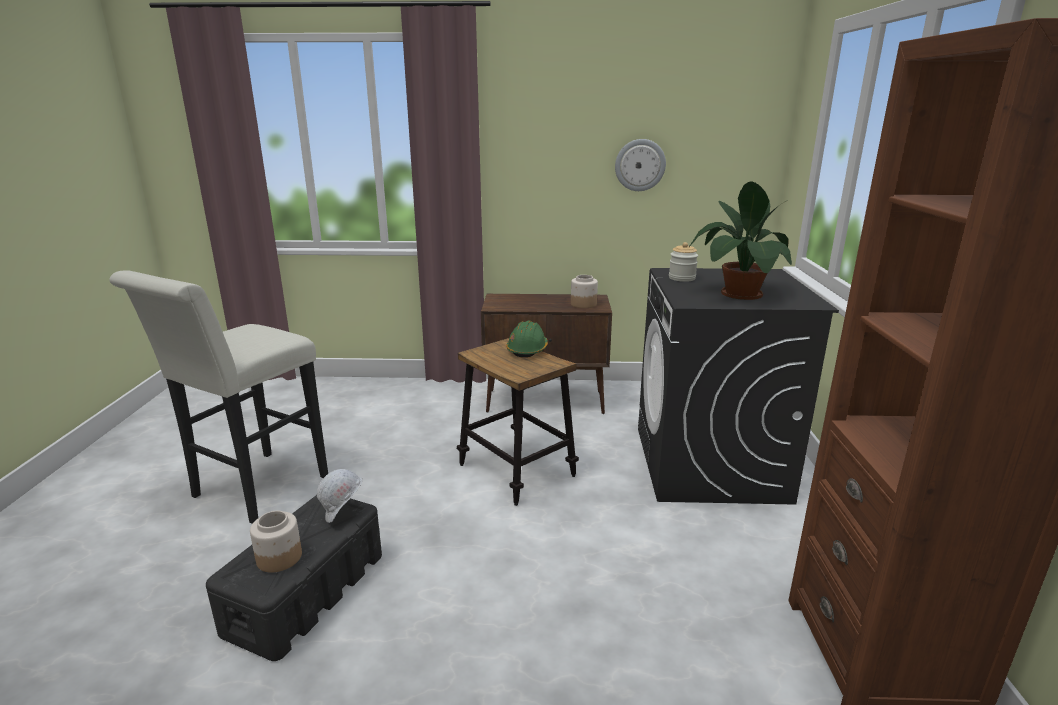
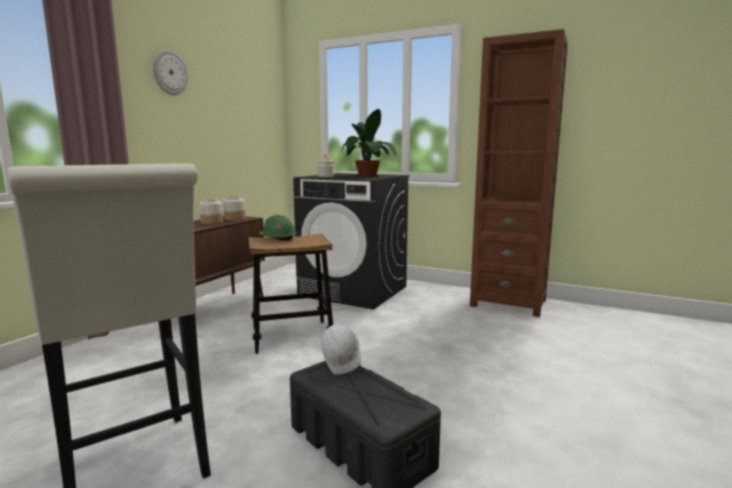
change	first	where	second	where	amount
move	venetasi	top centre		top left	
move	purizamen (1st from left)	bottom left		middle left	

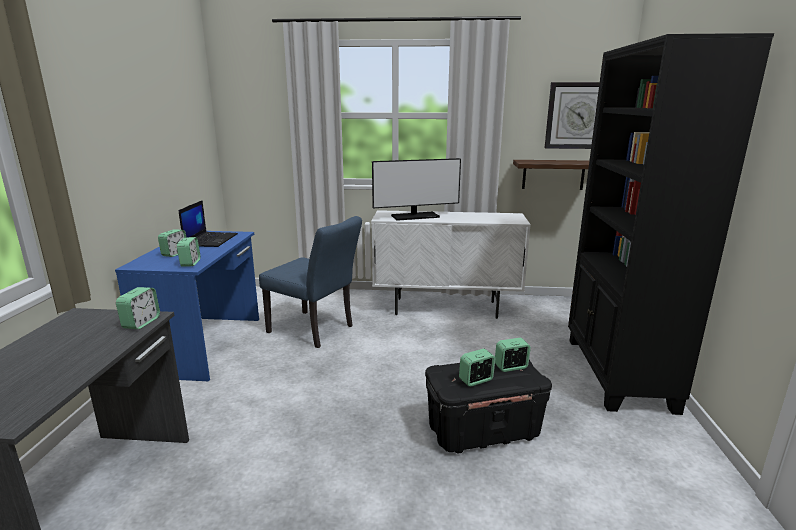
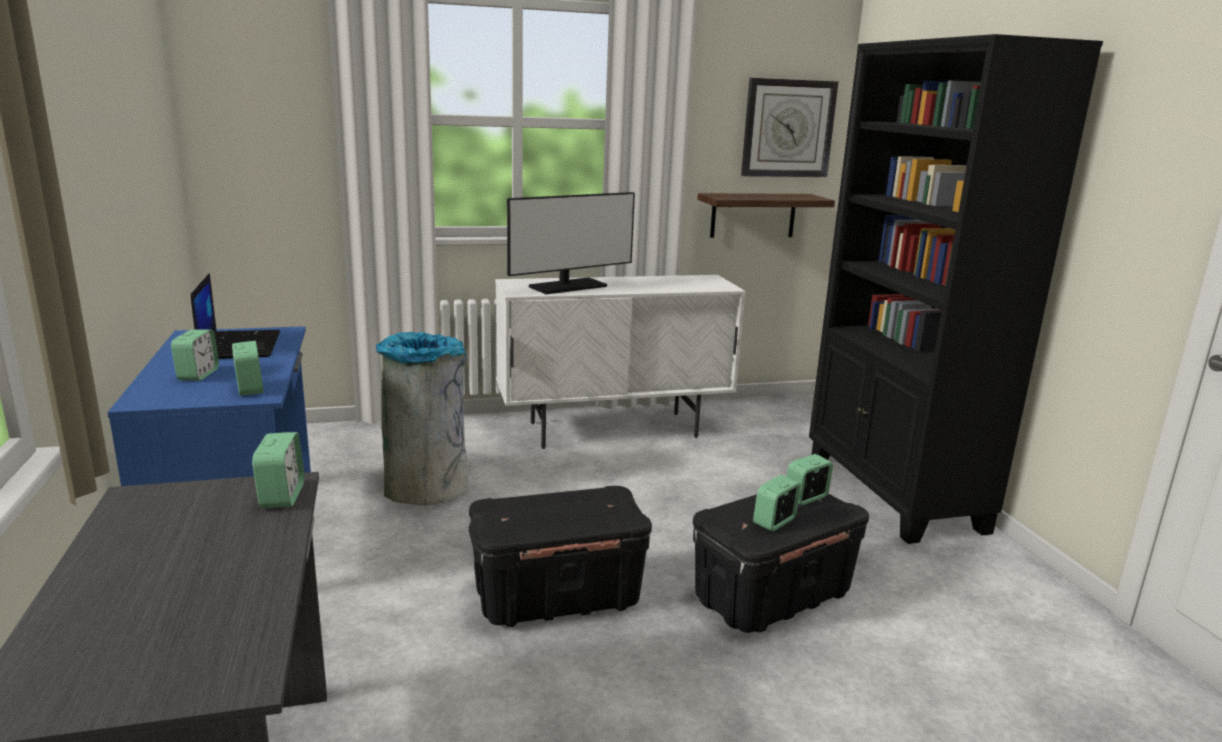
change	first	where	second	where	amount
replace	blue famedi	centre	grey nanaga	centre	
insert			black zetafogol (1st from left)	bottom centre	

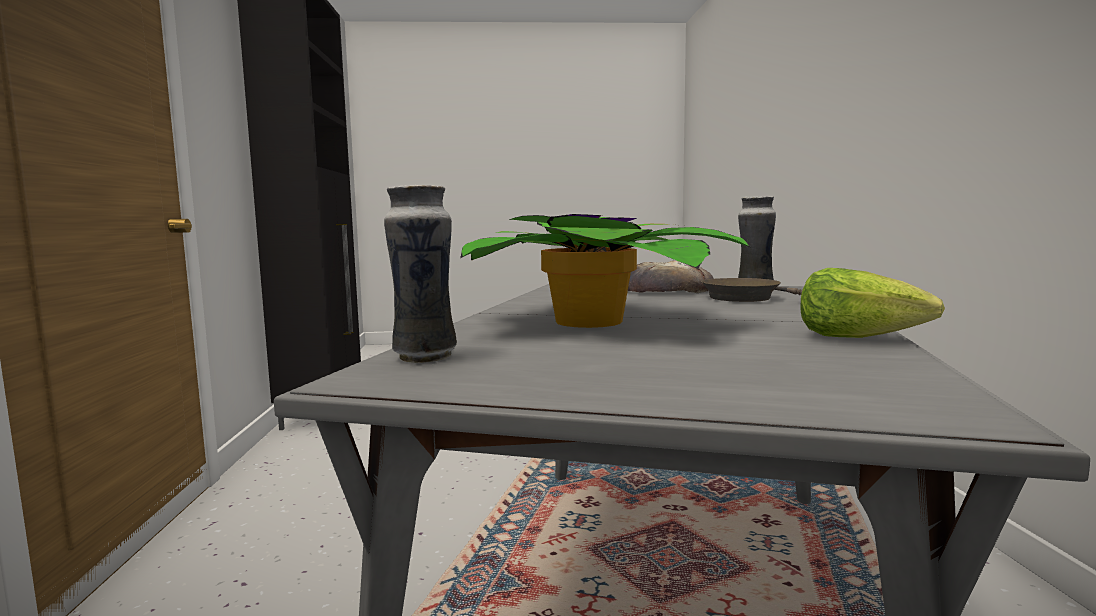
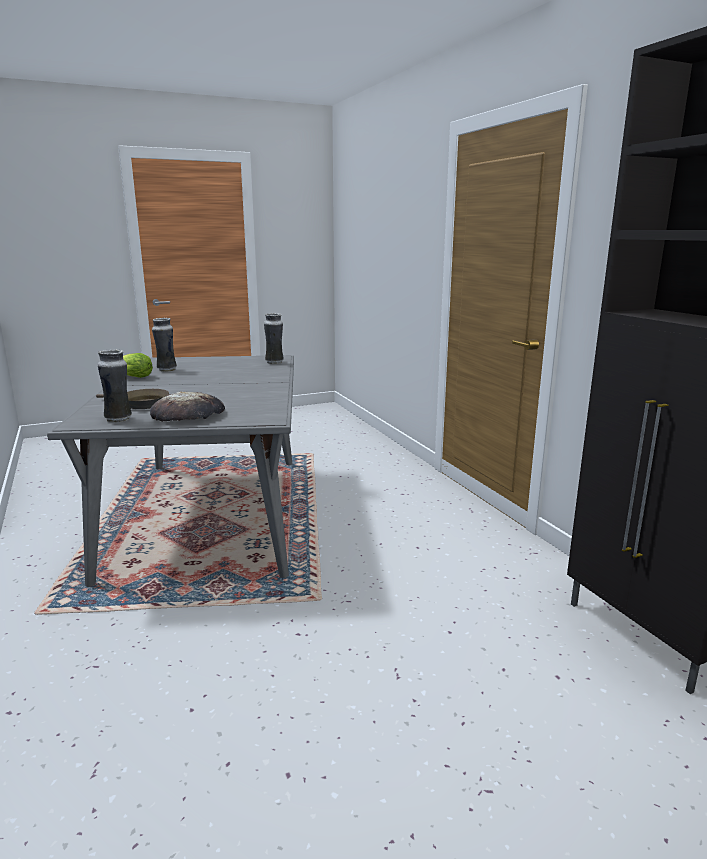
change	first	where	second	where	amount
insert			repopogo (2nd from left)	middle left	
delete	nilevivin	centre			

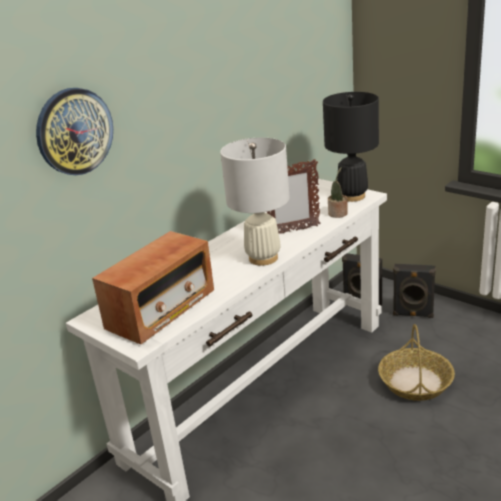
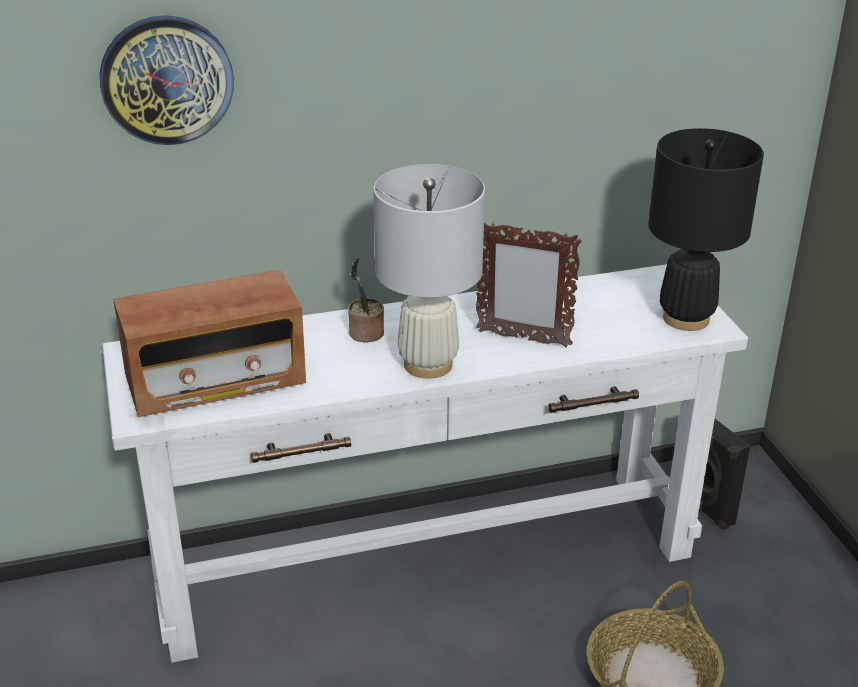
change	first	where	second	where	amount
move	nilevivin	middle right		centre	
delete	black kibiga (2nd from left)	middle right			

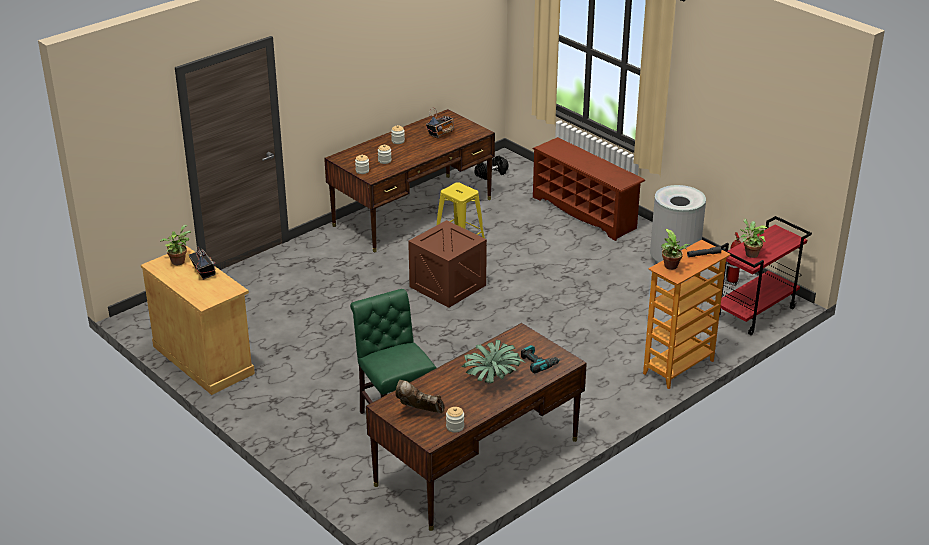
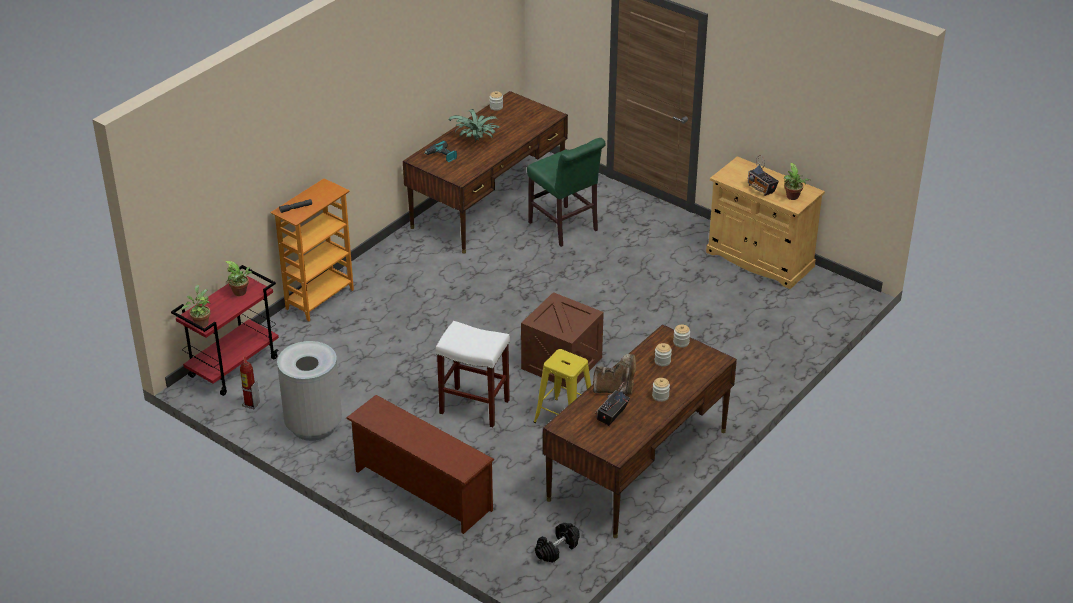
change	first	where	second	where	amount
move	nilevivin (3rd from left in the first image)	middle right	nilevivin (1st from left)	middle left	
insert			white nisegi	centre	
move	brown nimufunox	bottom centre		centre	

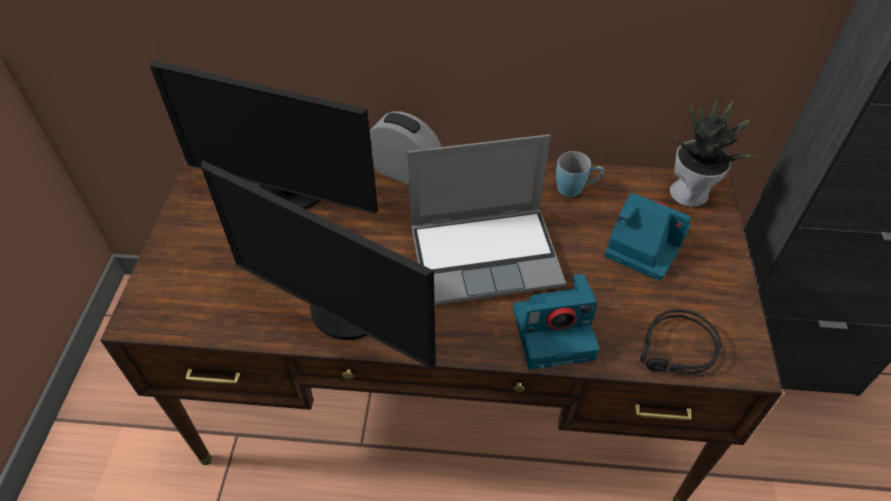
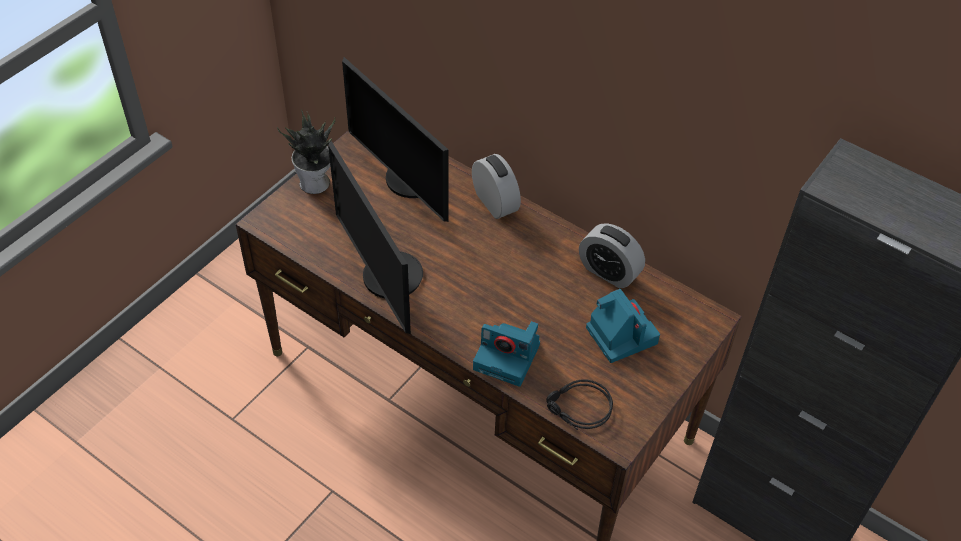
change	first	where	second	where	amount
move	nilevivin	top right		top left	
replace	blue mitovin	centre	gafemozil (2nd from left)	centre	
delete	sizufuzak	centre			

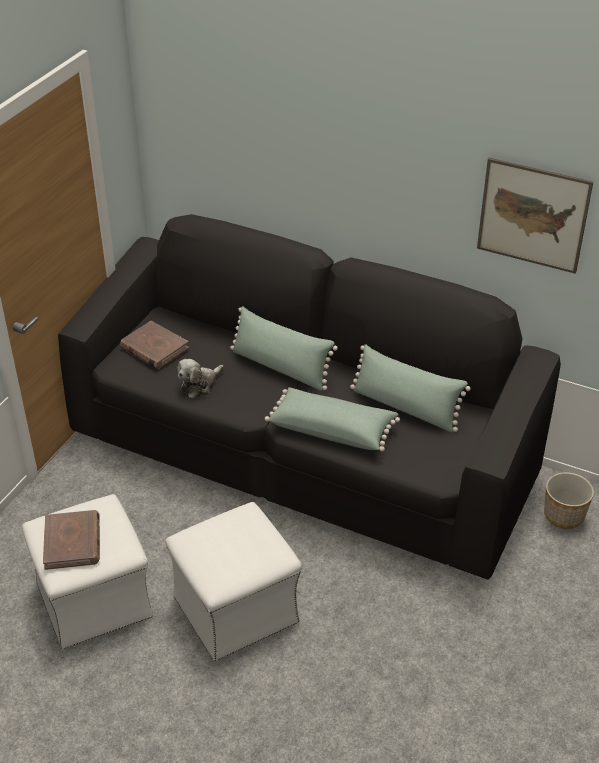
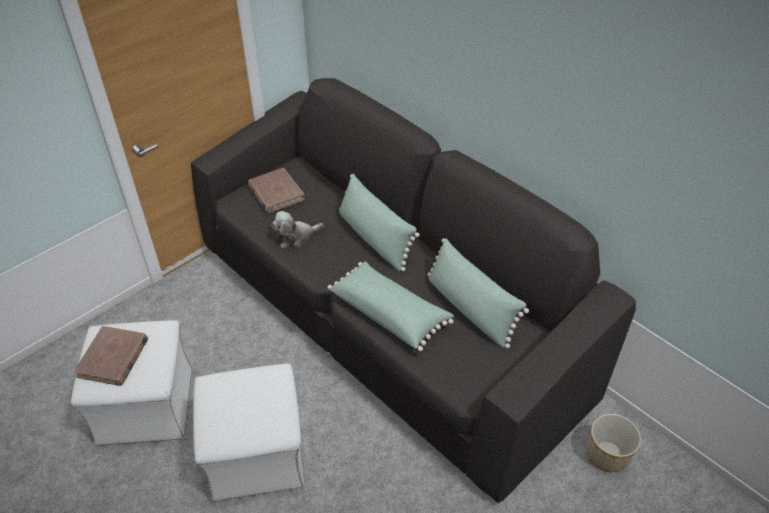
change	first	where	second	where	amount
delete	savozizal	top right			

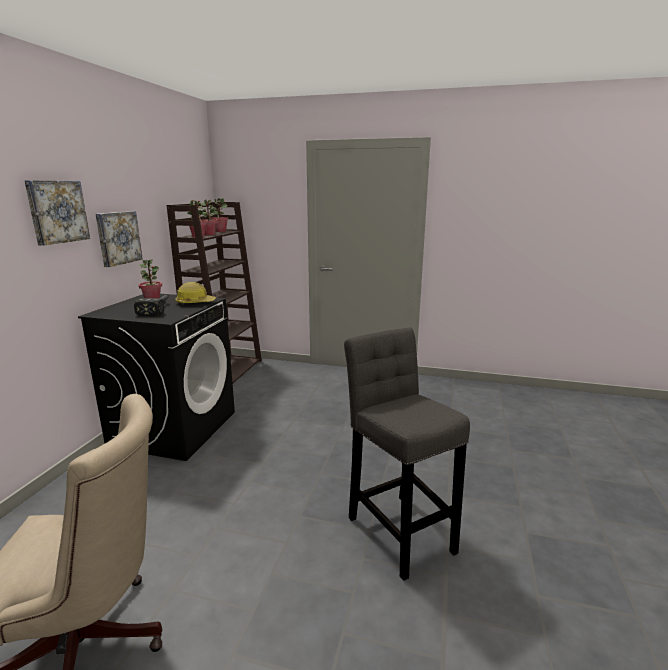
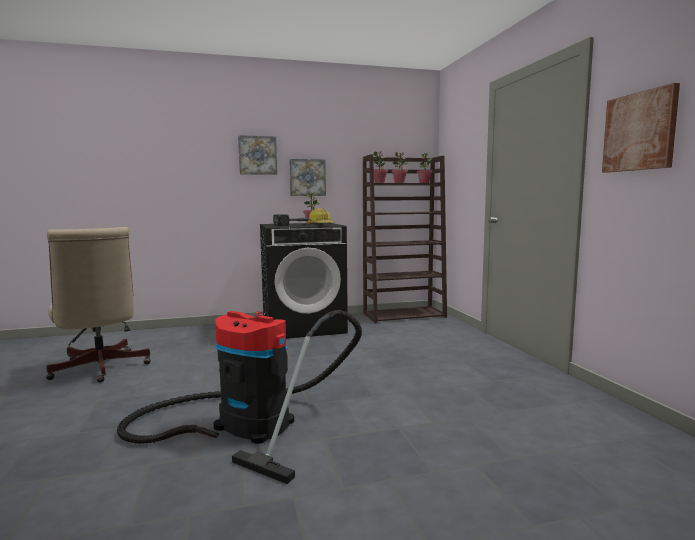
change	first	where	second	where	amount
replace	grey nisegi	bottom centre	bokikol	bottom centre	
insert			savozizal (3rd from left)	top right	

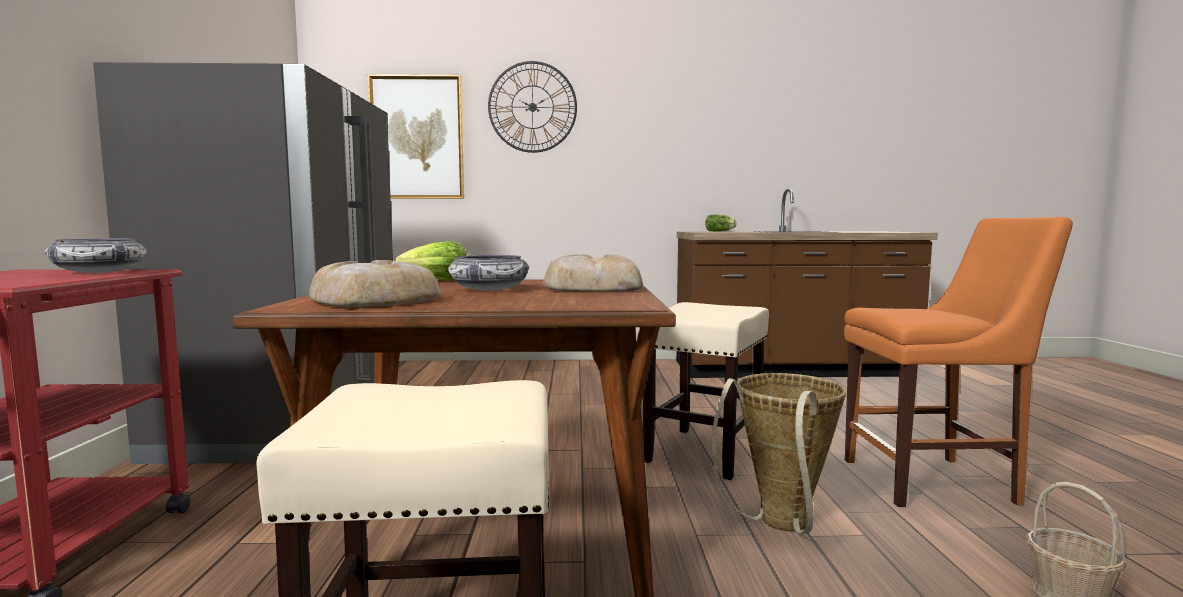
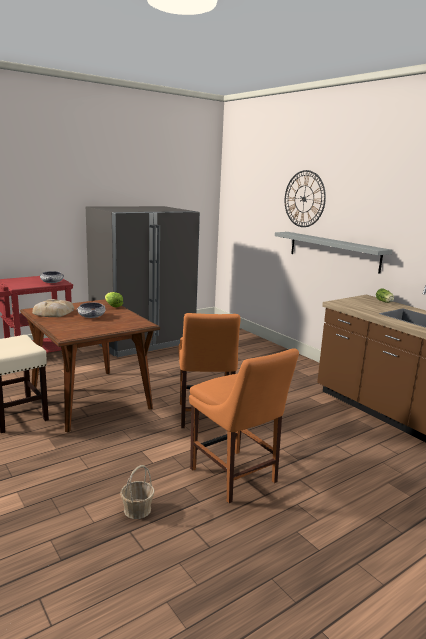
change	first	where	second	where	amount
replace	beige nisegi (2nd from left)	centre	orange famedi (1st from left)	centre	
insert			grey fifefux	middle right	
delete	savozizal	top centre			
delete	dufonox (2nd from left)	centre			
delete	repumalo (1st from left)	bottom centre			

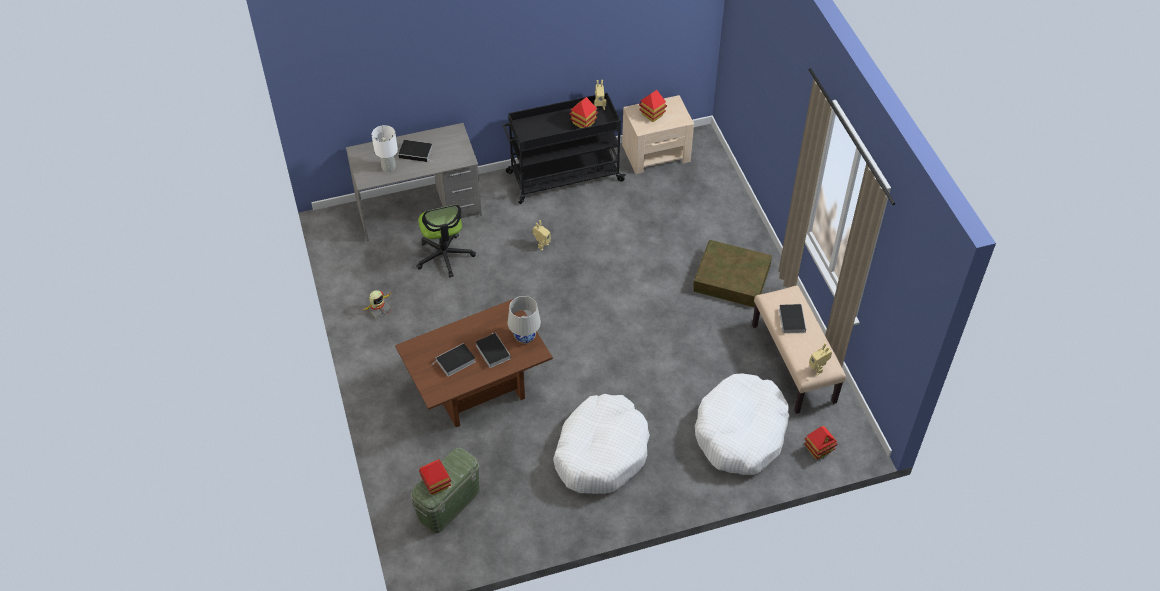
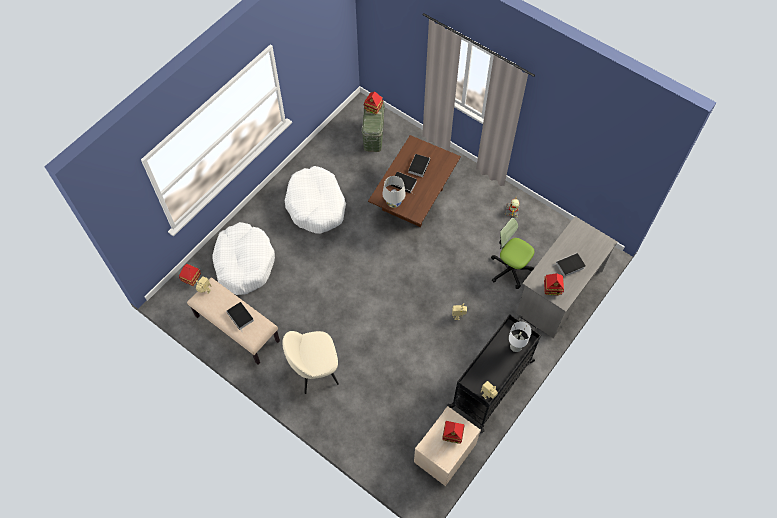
change	first	where	second	where	amount
replace	brown zetafogol	centre	beige famedi	bottom centre	
move	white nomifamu (1st from left in the first image)	top left	white nomifamu (2nd from left)	middle right	
move	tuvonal (2nd from left in the first image)	top centre	tuvonal (4th from left)	middle right	

